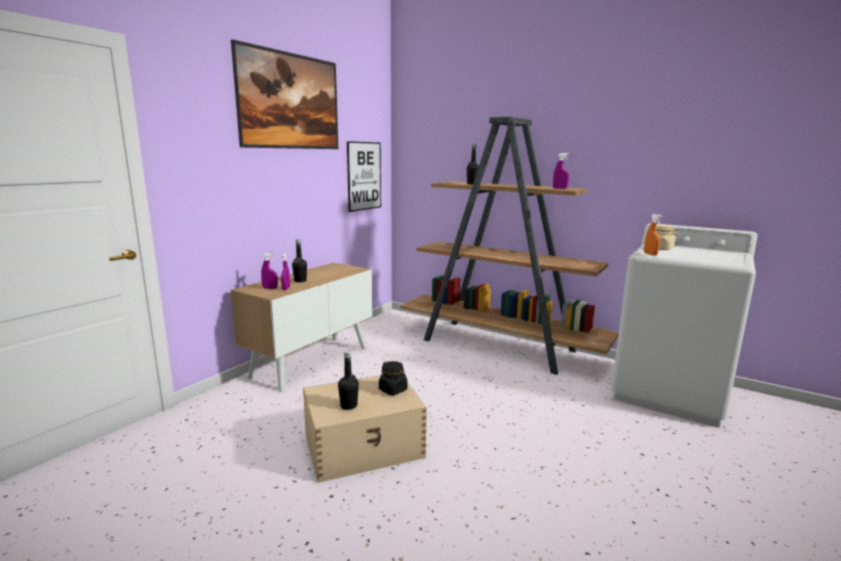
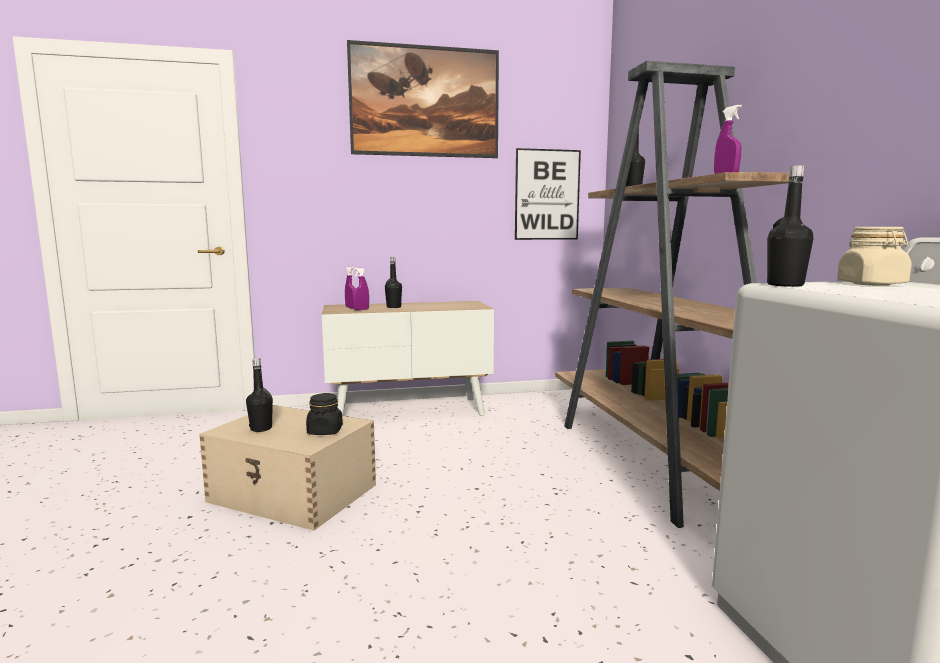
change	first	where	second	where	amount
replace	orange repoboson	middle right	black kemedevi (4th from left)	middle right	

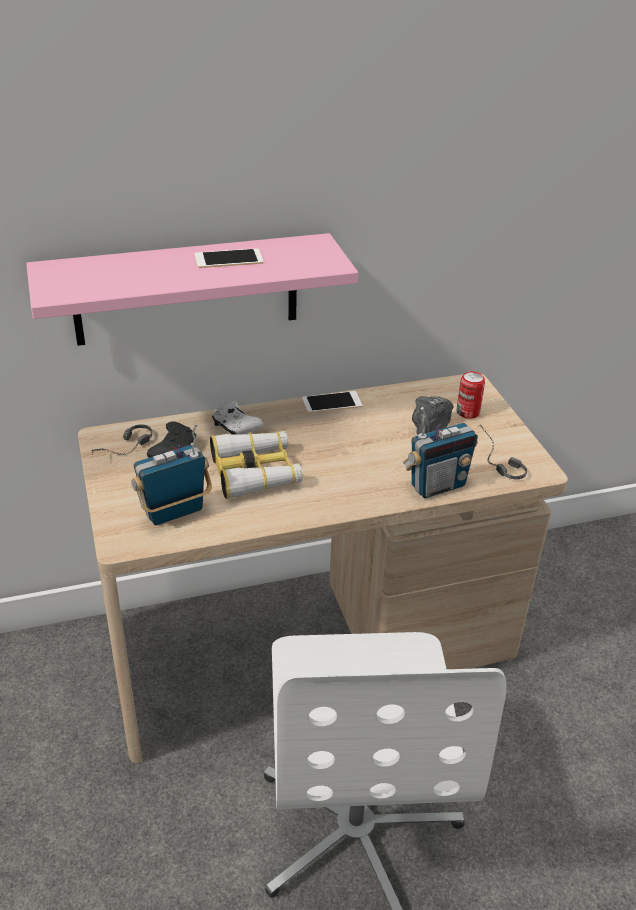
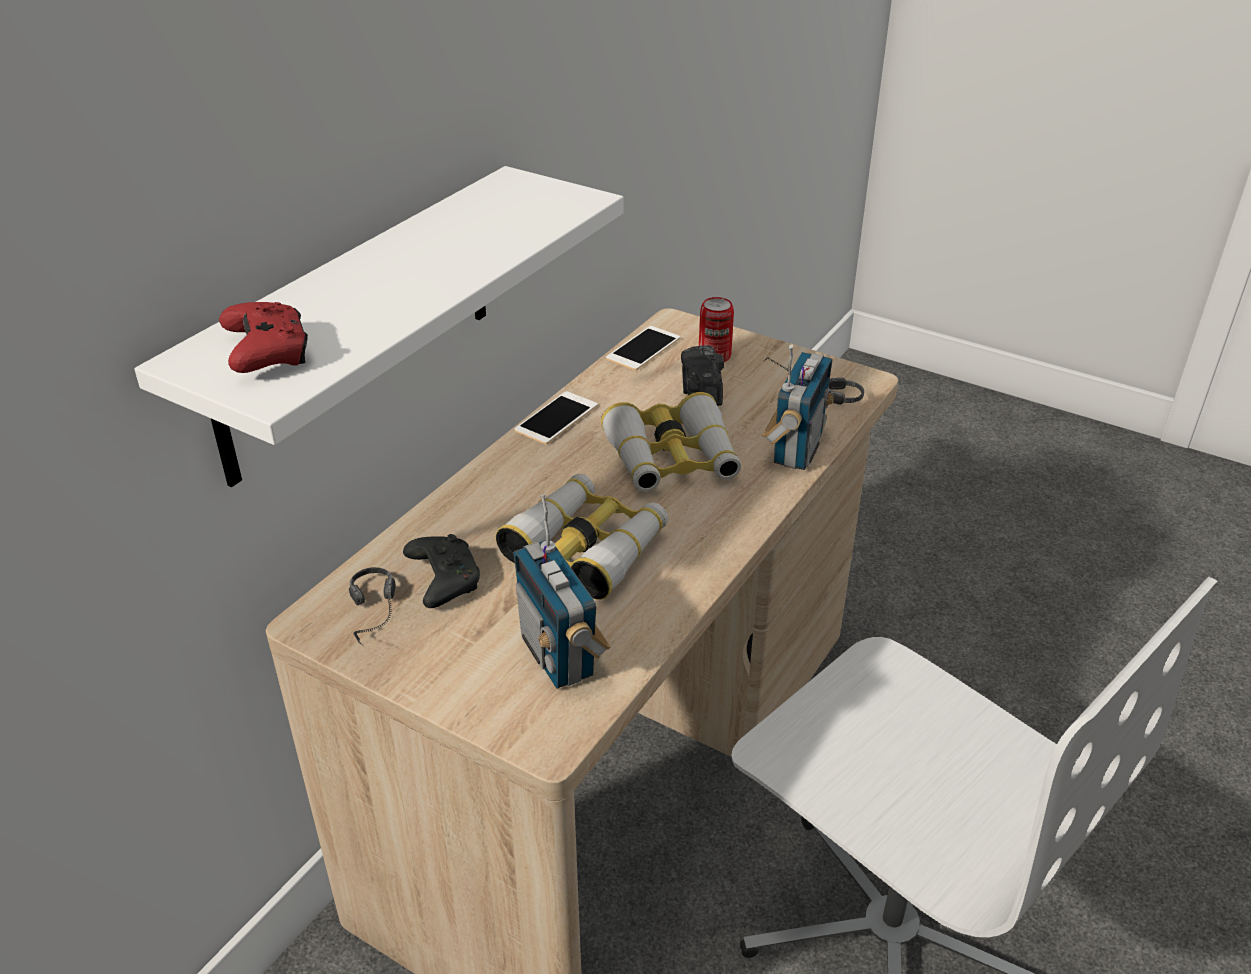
change	first	where	second	where	amount
recolor	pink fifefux	top left	white fifefux	middle left	
insert			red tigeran	middle left	
rotate	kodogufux (1st from left)	middle left		centre	45 degrees counterclockwise
insert			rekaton (2nd from left)	centre	
move	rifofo (1st from left in the first image)	top centre	rifofo (2nd from left)	centre	
delete	white tigeran	centre			

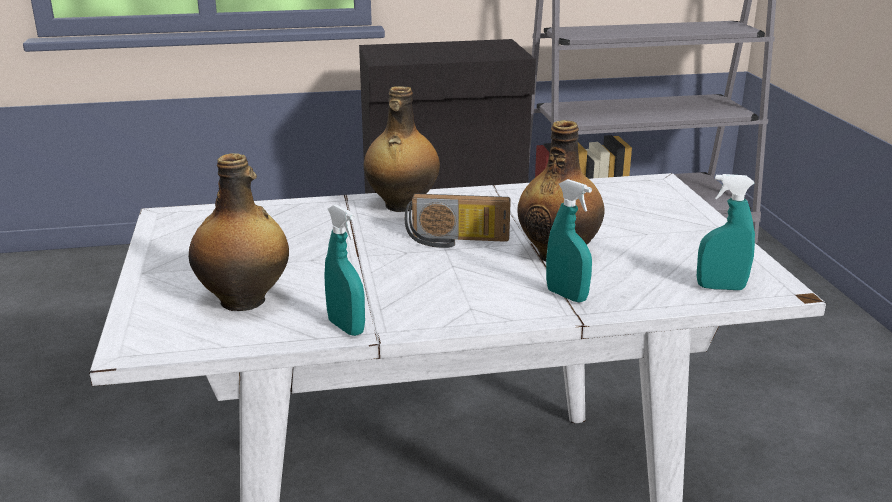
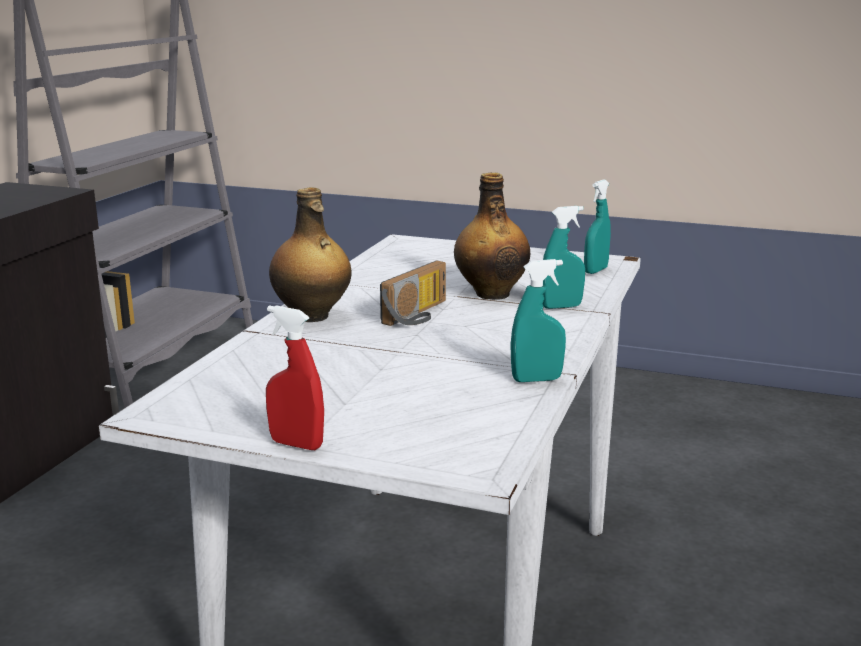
change	first	where	second	where	amount
insert			red repoboson	centre	
delete	kemedevi (1st from left)	middle left			

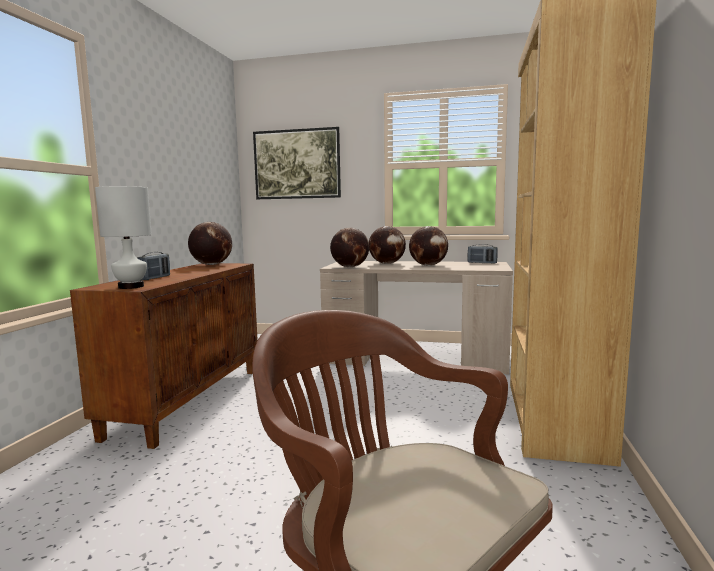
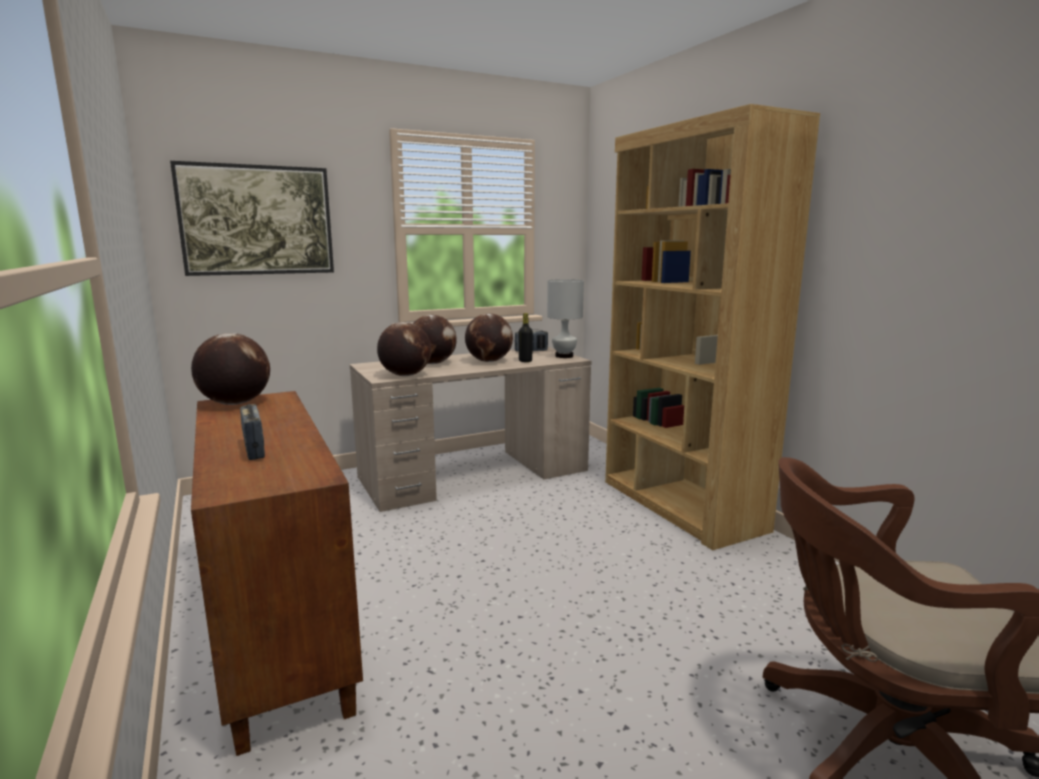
change	first	where	second	where	amount
insert			black kemedevi	centre	
move	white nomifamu	middle left		centre	

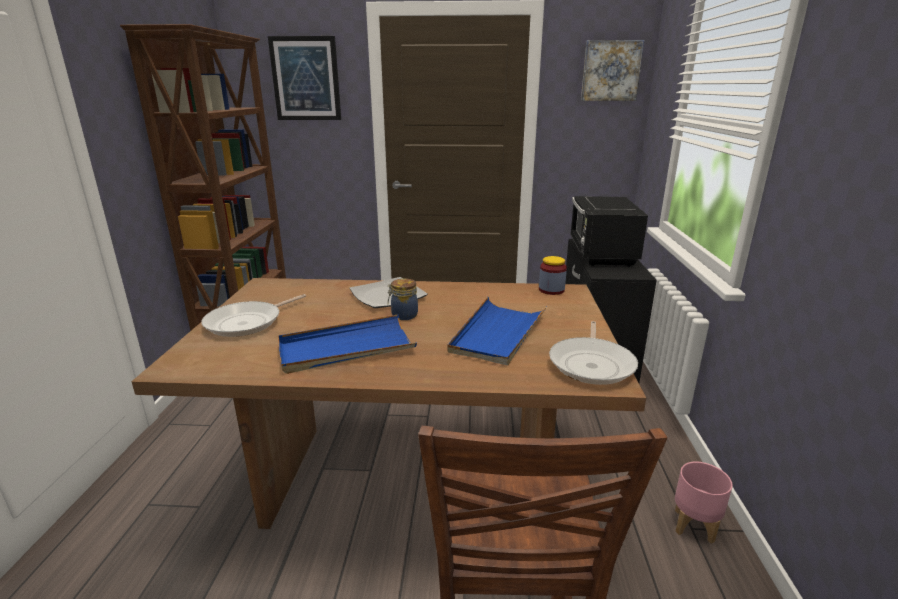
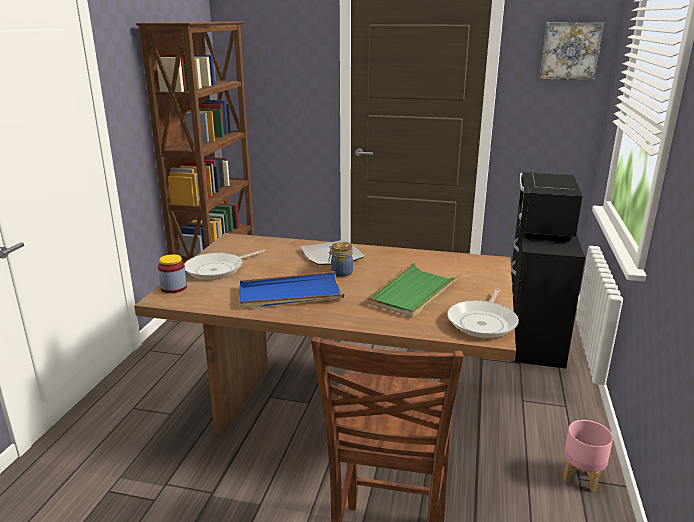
change	first	where	second	where	amount
move	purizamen (2nd from left in the first image)	centre	purizamen (1st from left)	middle left	
recolor	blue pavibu (2nd from left)	centre	green pavibu	centre	
delete	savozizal (1st from left)	top centre			

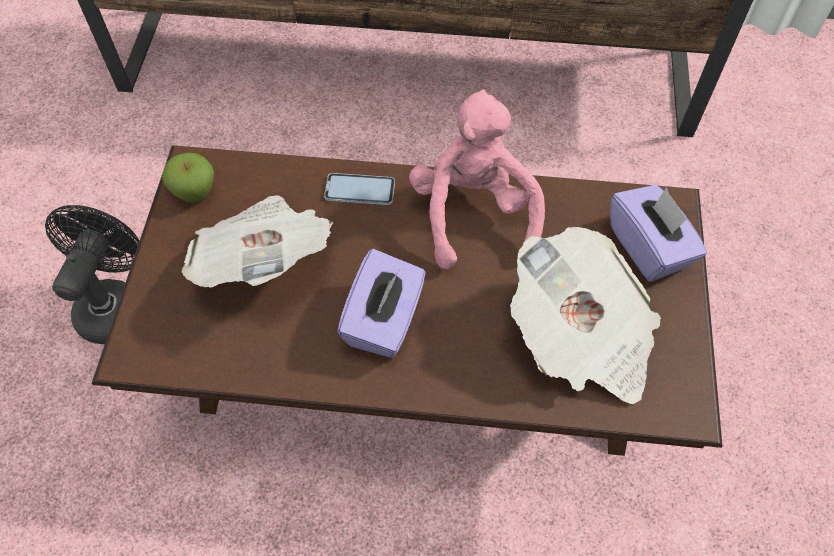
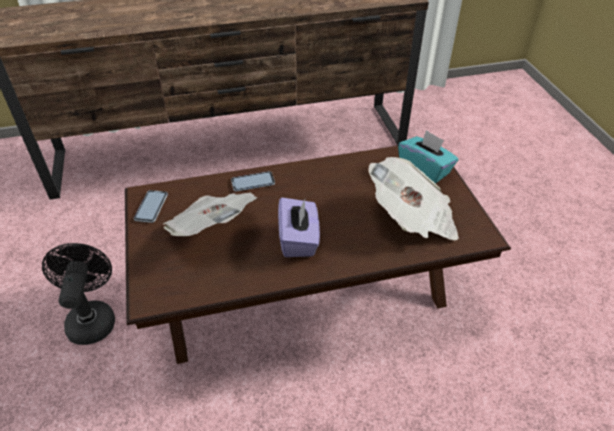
change	first	where	second	where	amount
replace	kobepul	top left	rifofo (1st from left)	middle left	
recolor	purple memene (2nd from left)	middle right	turquoise memene	middle right	
delete	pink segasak	top centre			

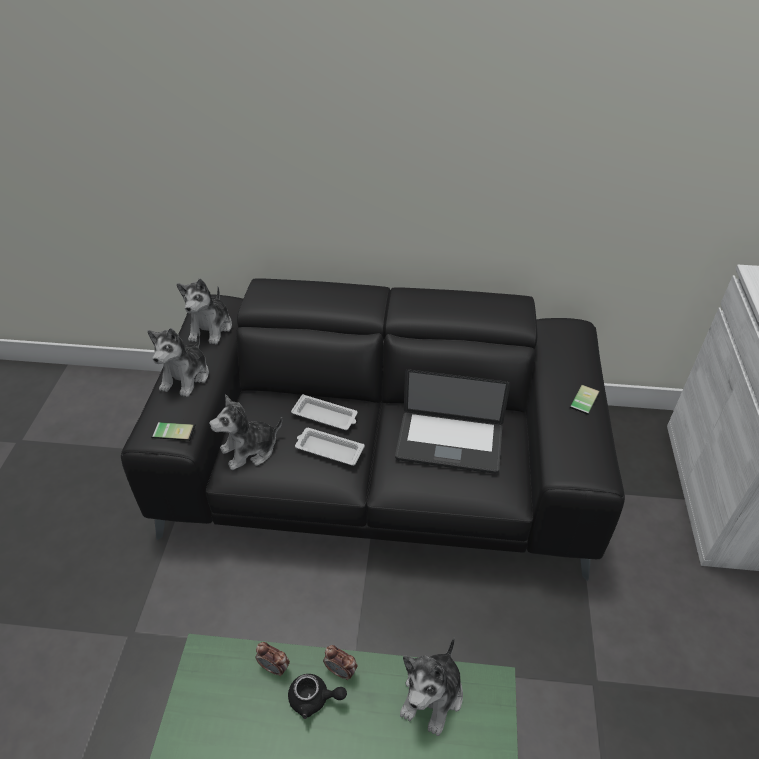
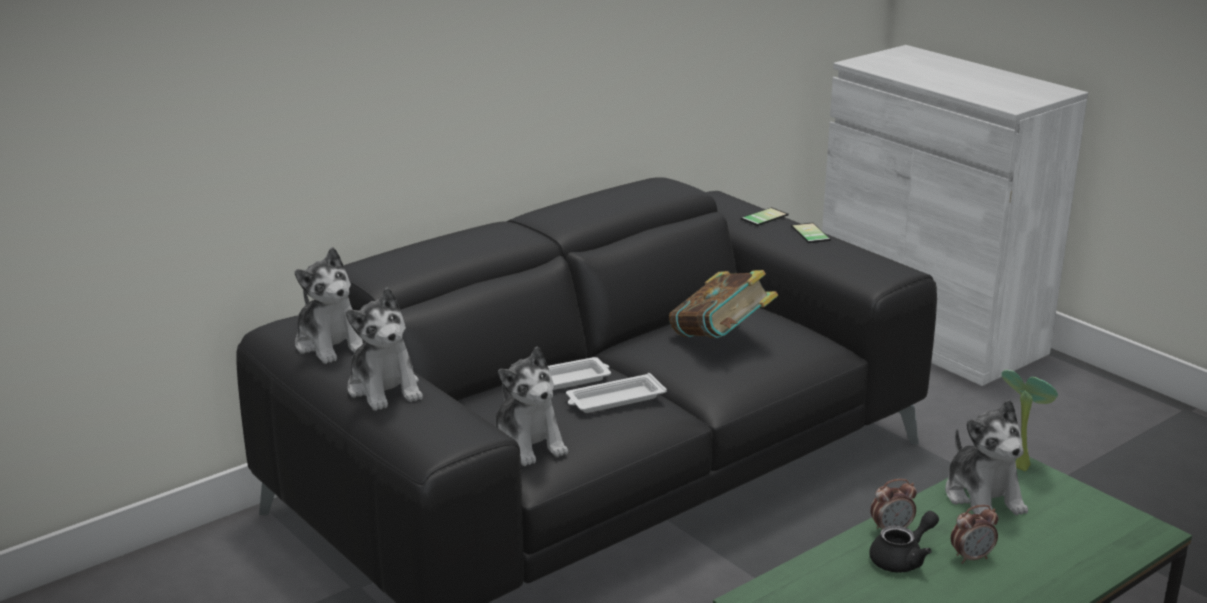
change	first	where	second	where	amount
rotate	segasak (3rd from left)	middle left		bottom centre	45 degrees counterclockwise
replace	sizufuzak	centre	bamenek	centre	
move	rifofo (1st from left)	middle left		centre	
move	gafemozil (1st from left in the first image)	bottom centre	gafemozil (2nd from left)	bottom right	
insert			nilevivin	bottom right	

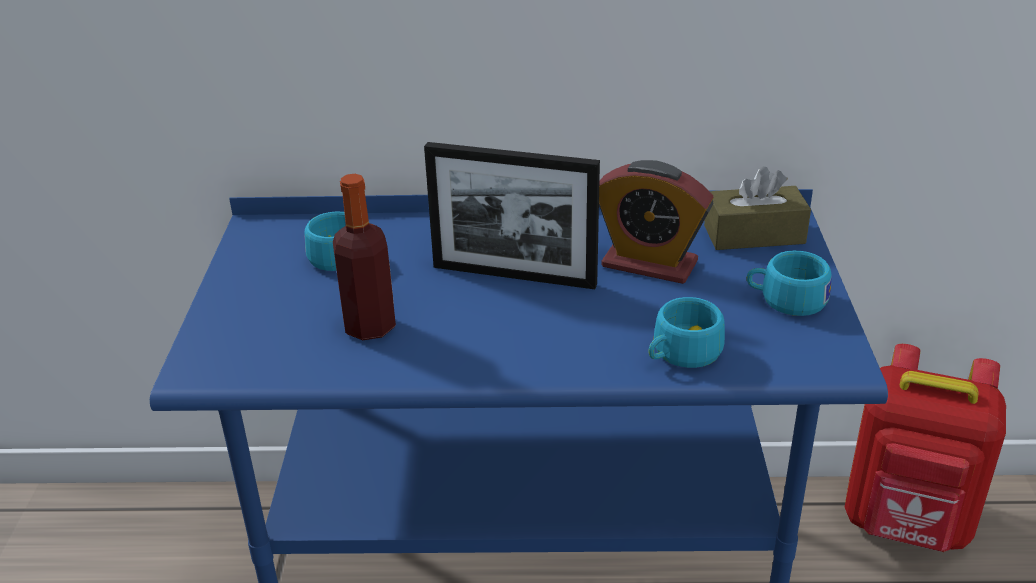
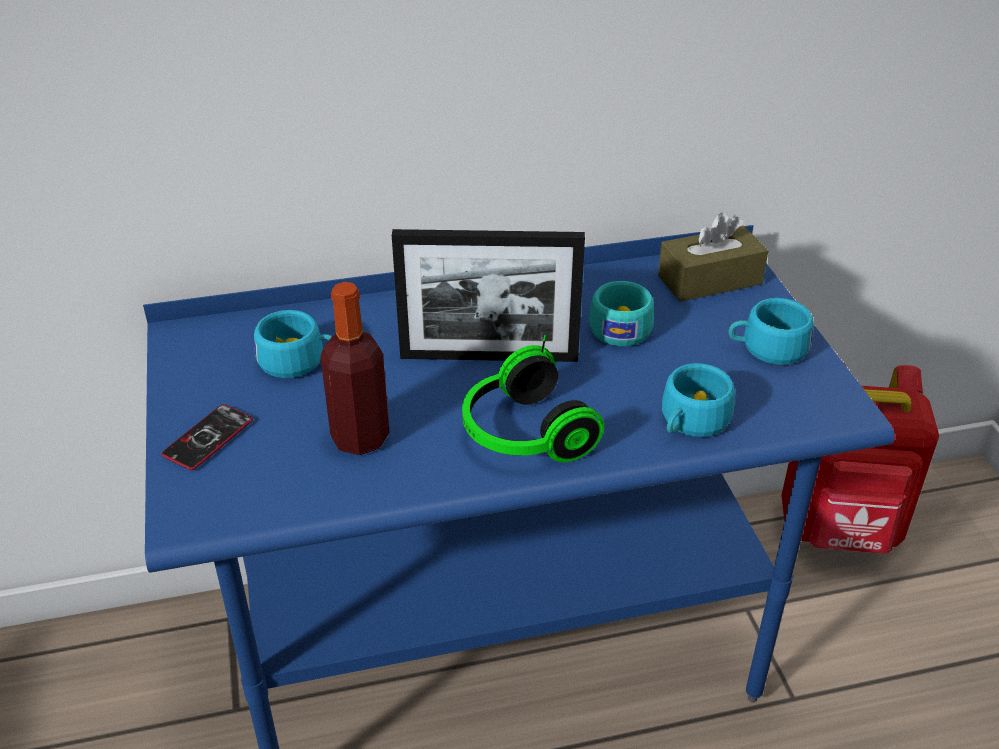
change	first	where	second	where	amount
insert			rifofo	middle left	
insert			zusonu	centre	
replace	gafemozil	centre	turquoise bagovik (2nd from left)	centre	

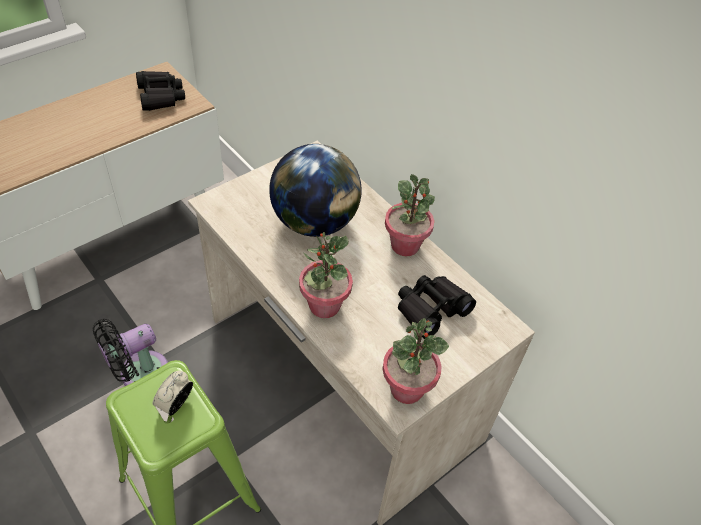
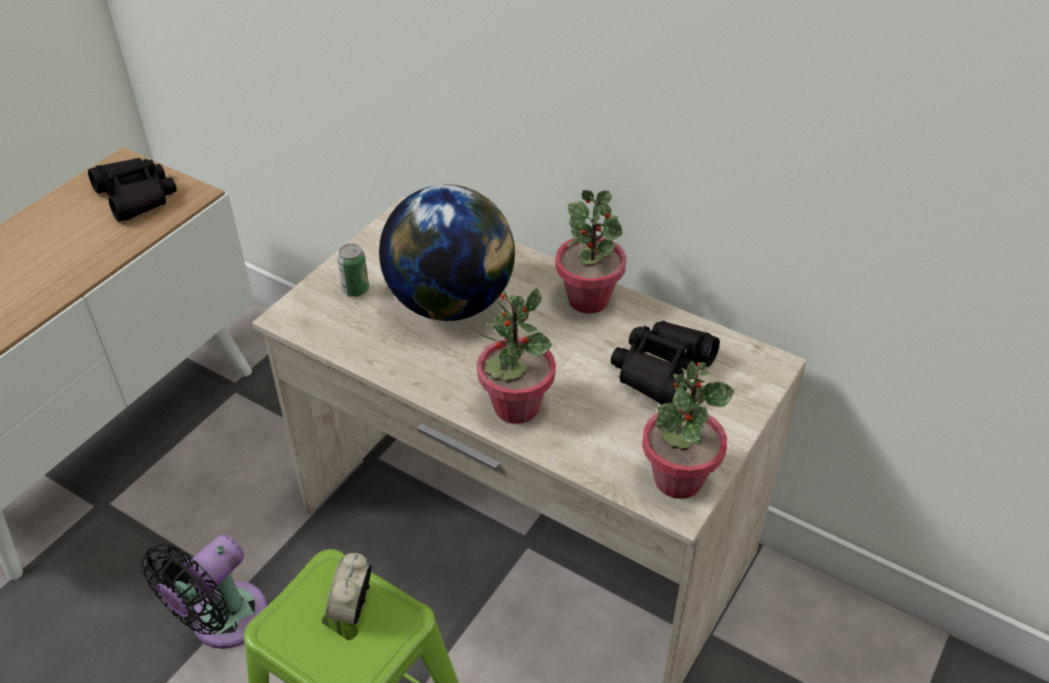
change	first	where	second	where	amount
insert			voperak	centre	

